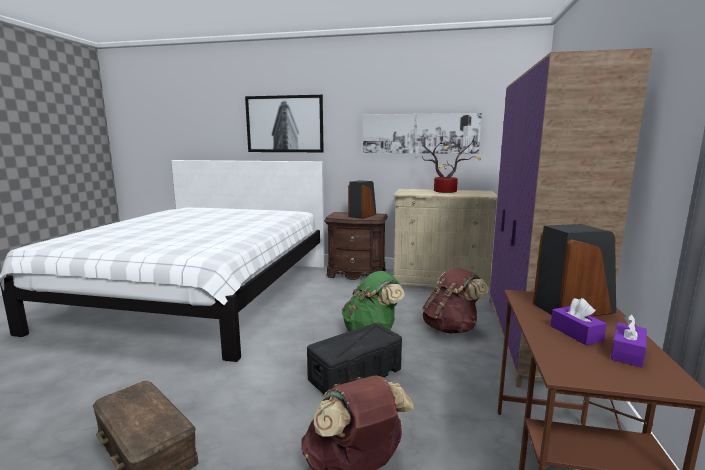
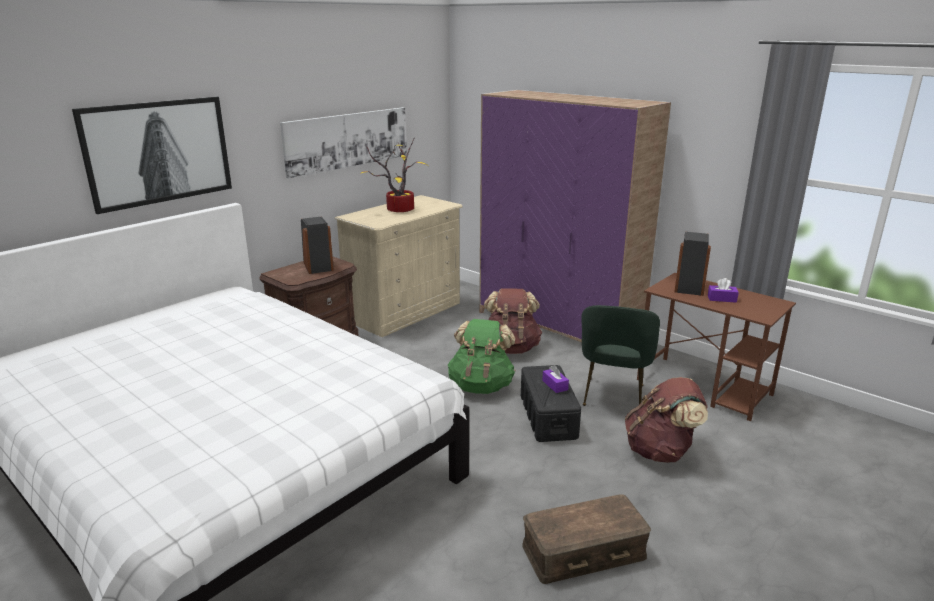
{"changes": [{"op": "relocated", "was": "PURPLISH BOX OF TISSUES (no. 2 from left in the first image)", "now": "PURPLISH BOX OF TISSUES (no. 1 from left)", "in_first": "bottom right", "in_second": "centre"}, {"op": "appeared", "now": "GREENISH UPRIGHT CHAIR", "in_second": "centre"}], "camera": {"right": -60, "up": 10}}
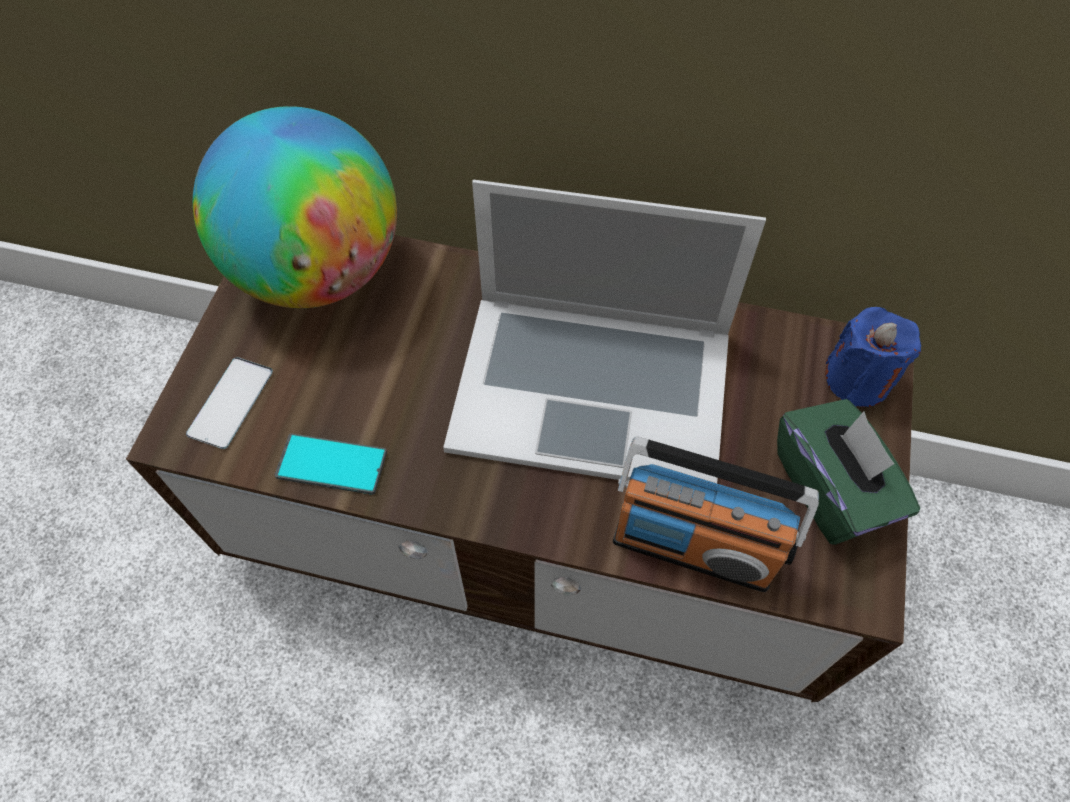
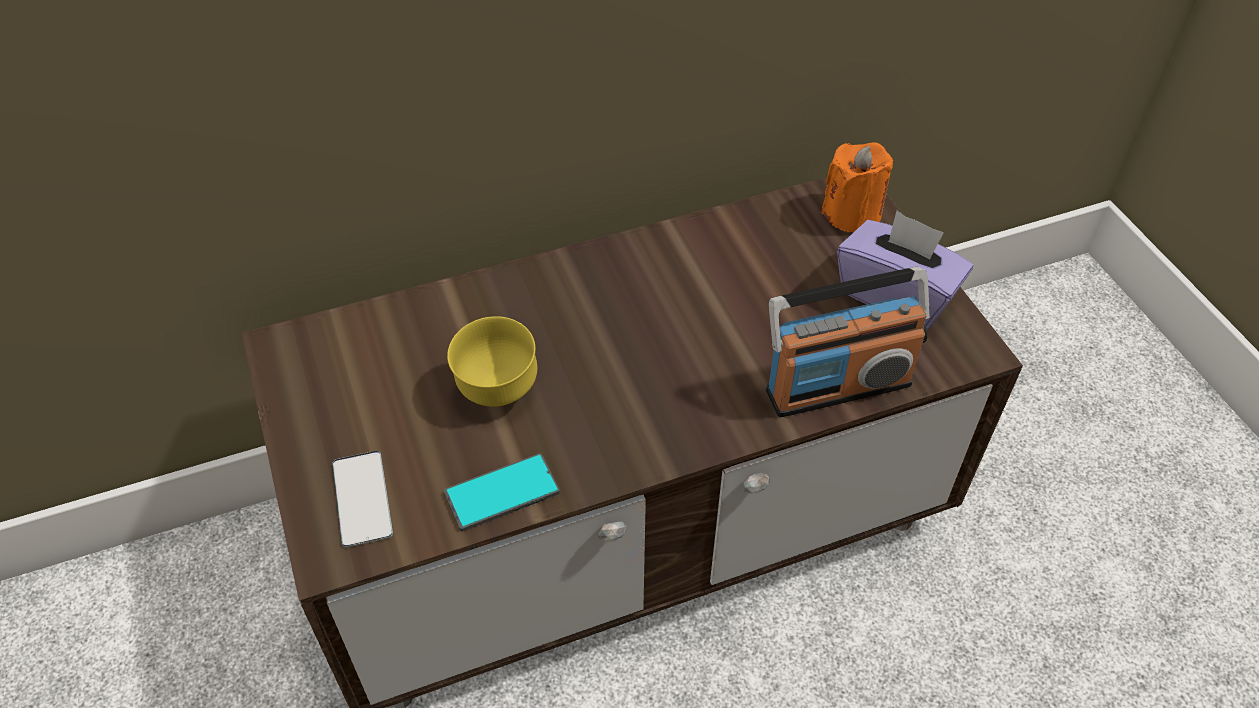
{"changes": [{"op": "missing", "was": "WORLD GLOBE", "in_first": "top left"}, {"op": "missing", "was": "NOTEBOOK COMPUTER", "in_first": "centre"}, {"op": "colour", "was": "GREENISH BOX OF TISSUES", "now": "PURPLISH BOX OF TISSUES", "in_first": "middle right", "in_second": "middle right"}, {"op": "colour", "was": "BLUE WAX CANDLE", "now": "ORANGEY WAX CANDLE", "in_first": "middle right", "in_second": "top right"}, {"op": "appeared", "now": "YELLOW SERVING BOWL", "in_second": "centre"}], "camera": {"right": -35, "up": -10}}
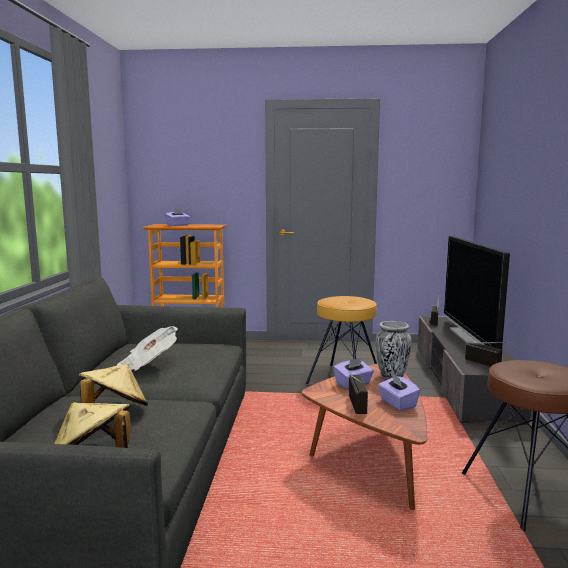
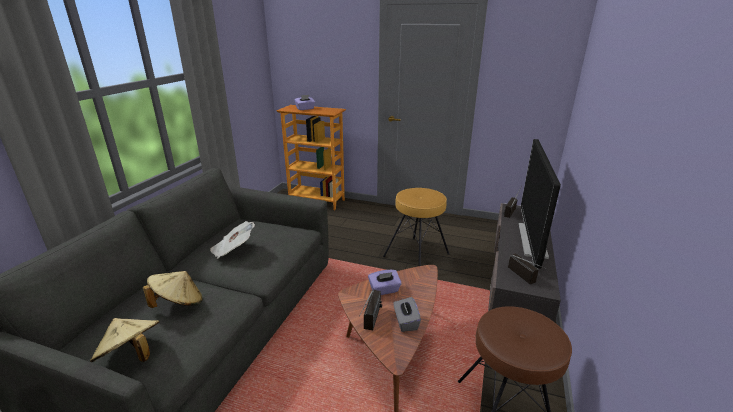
{"changes": [{"op": "missing", "was": "FLOWER VASE", "in_first": "middle right"}, {"op": "colour", "was": "PURPLISH BOX OF TISSUES (no. 3 from left)", "now": "GREY BOX OF TISSUES", "in_first": "bottom right", "in_second": "bottom centre"}], "camera": {"right": 15, "up": 15}}
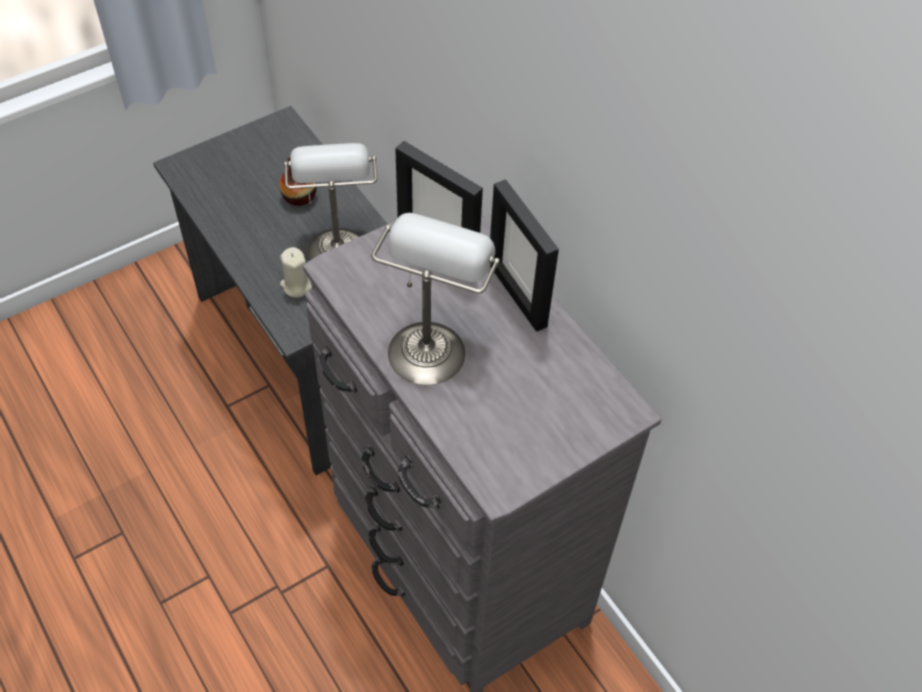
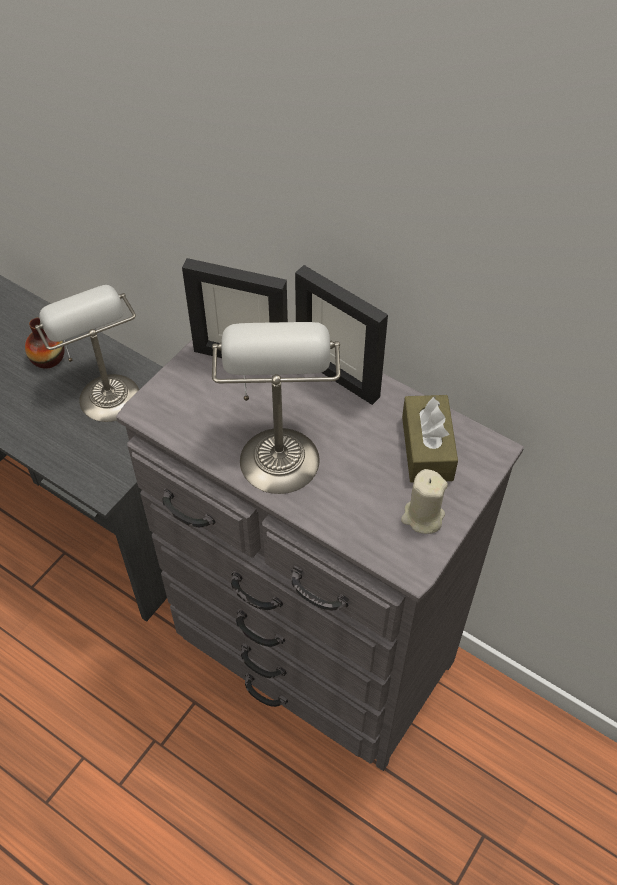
{"changes": [{"op": "relocated", "was": "BEIGE-COLOURED WAX CANDLE", "in_first": "middle left", "in_second": "middle right"}, {"op": "appeared", "now": "BROWNISH BOX OF TISSUES", "in_second": "middle right"}], "camera": {"right": -20, "up": 0}}
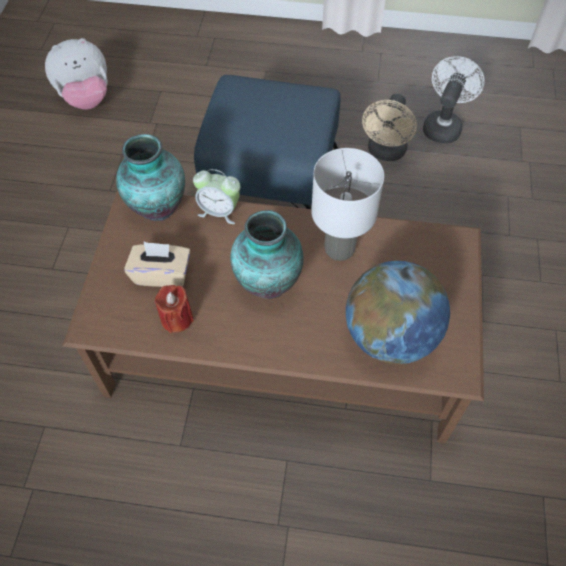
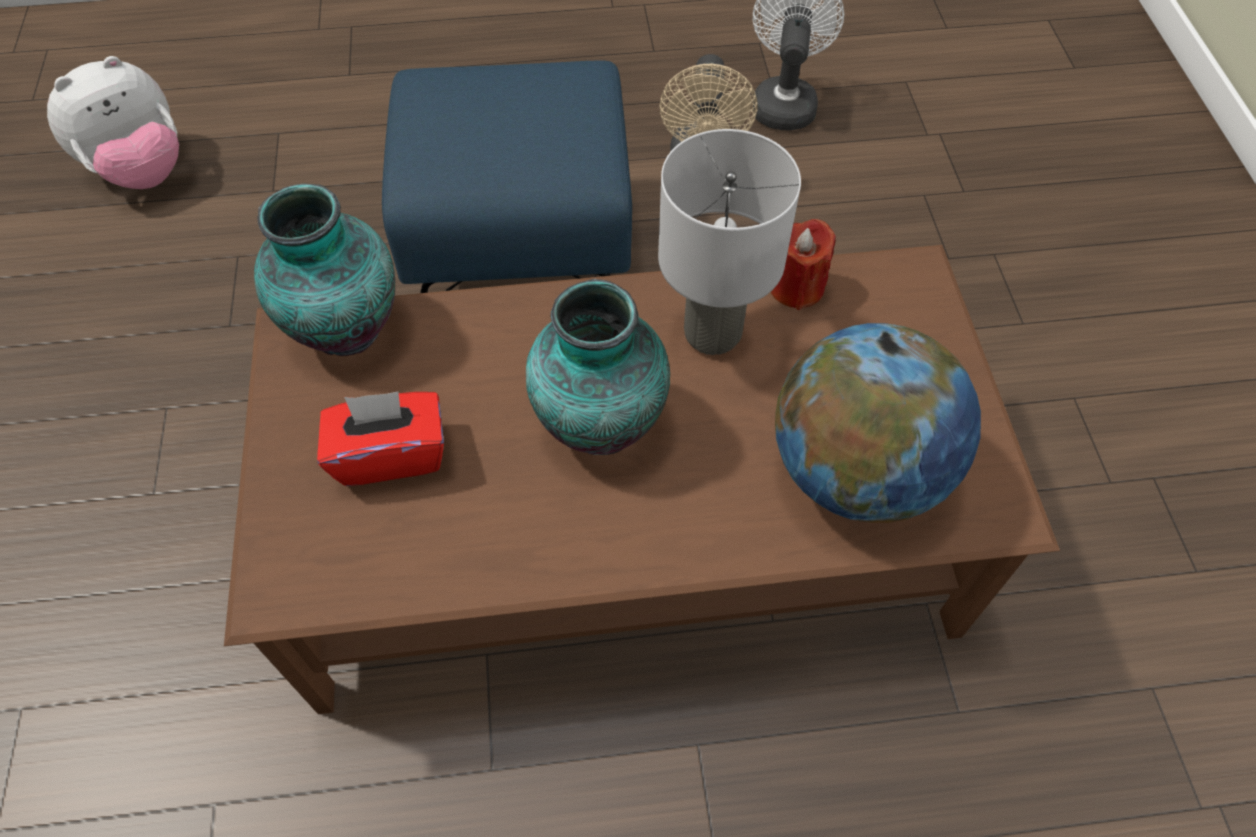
{"changes": [{"op": "colour", "was": "BEIGE-COLOURED BOX OF TISSUES", "now": "REDDISH BOX OF TISSUES", "in_first": "middle left", "in_second": "middle left"}, {"op": "relocated", "was": "REDDISH WAX CANDLE", "in_first": "middle left", "in_second": "top centre"}, {"op": "missing", "was": "BEDSIDE CLOCK", "in_first": "centre"}], "camera": {"right": -15, "up": 0}}
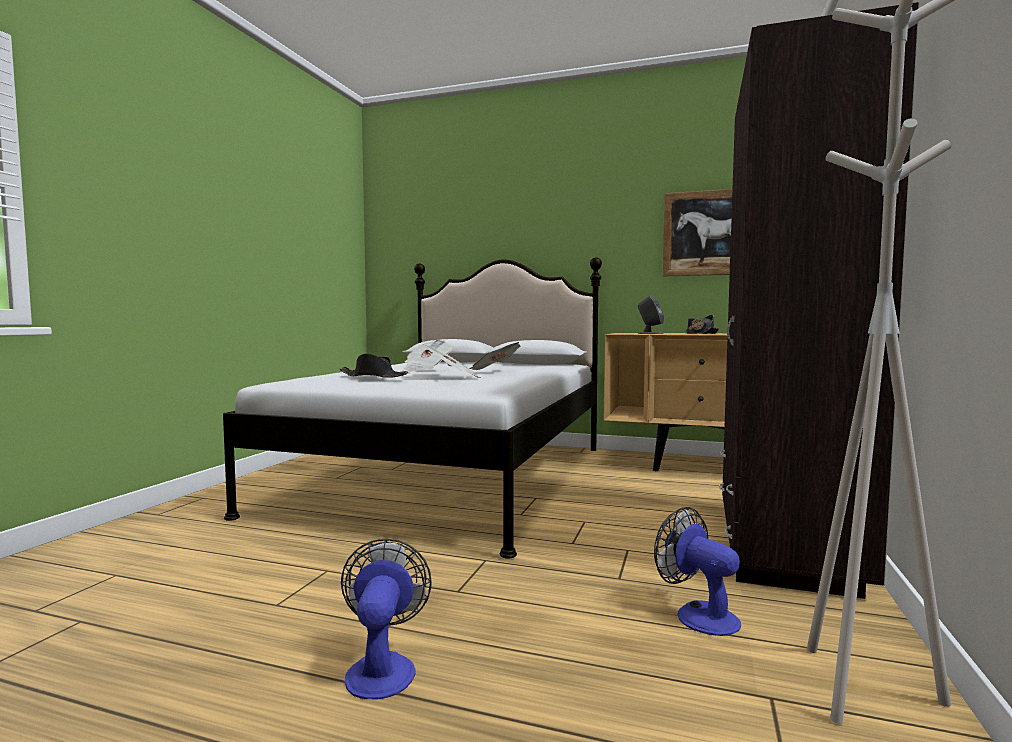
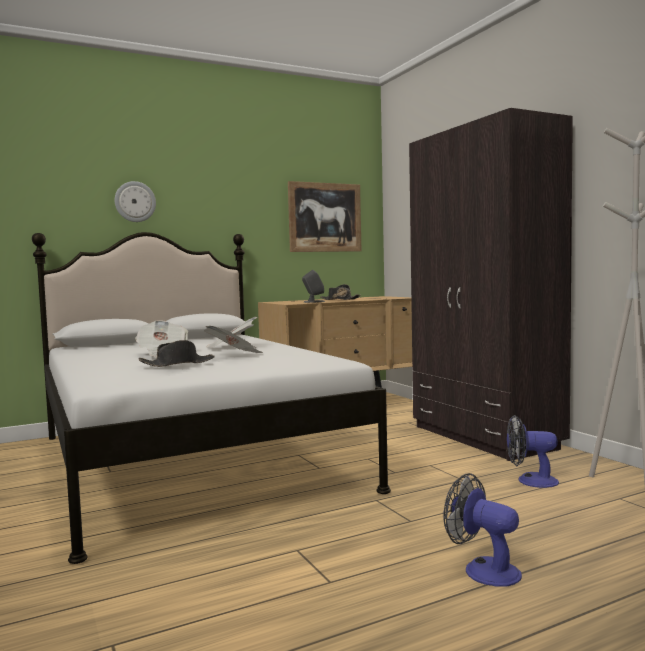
{"changes": [{"op": "appeared", "now": "HANGING CLOCK", "in_second": "top left"}], "camera": {"right": -45, "up": 0}}
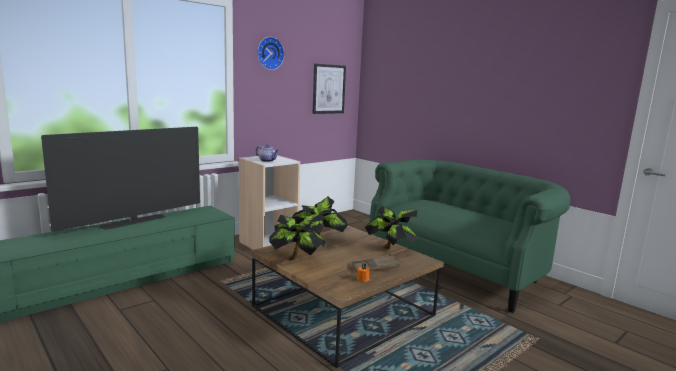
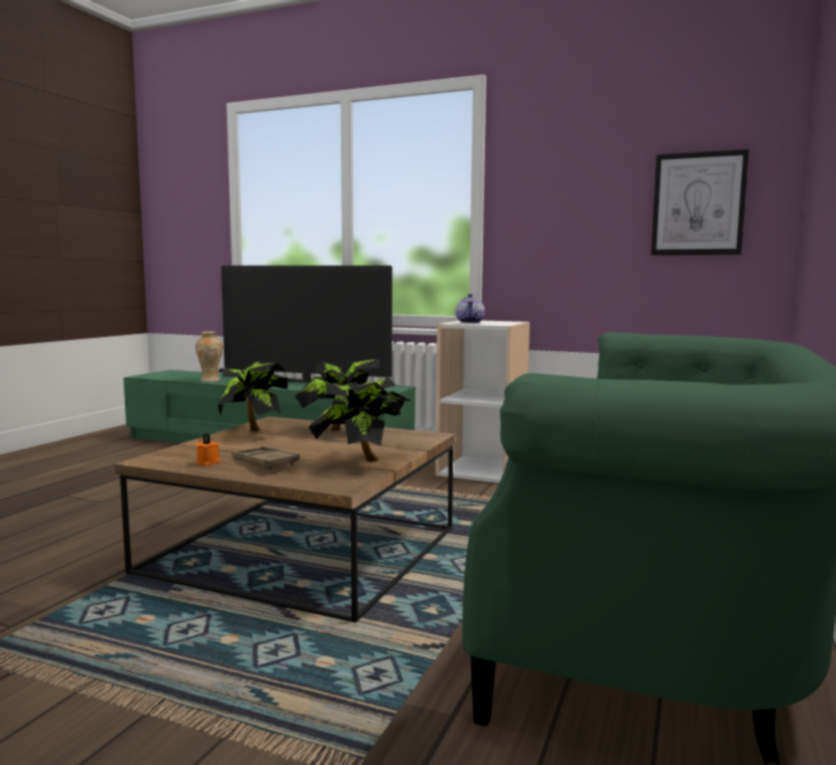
{"changes": [{"op": "missing", "was": "HANGING CLOCK", "in_first": "top centre"}, {"op": "appeared", "now": "FLOWER VASE", "in_second": "middle left"}], "camera": {"right": 65, "up": -5}}
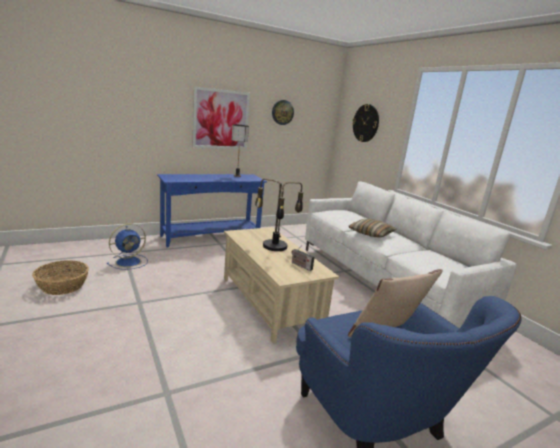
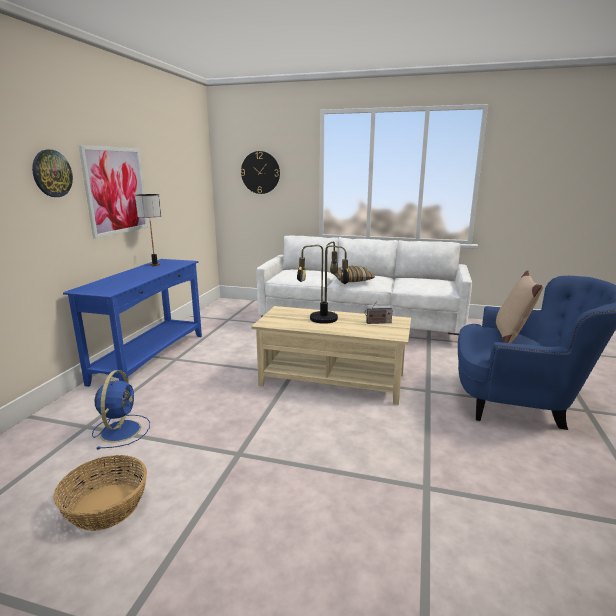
{"changes": [{"op": "relocated", "was": "HANGING CLOCK (no. 1 from left)", "in_first": "top centre", "in_second": "top left"}], "camera": {"right": -45, "up": 0}}
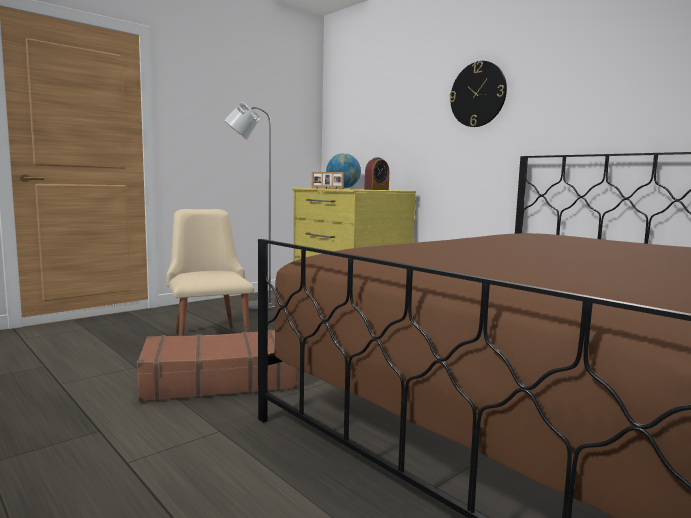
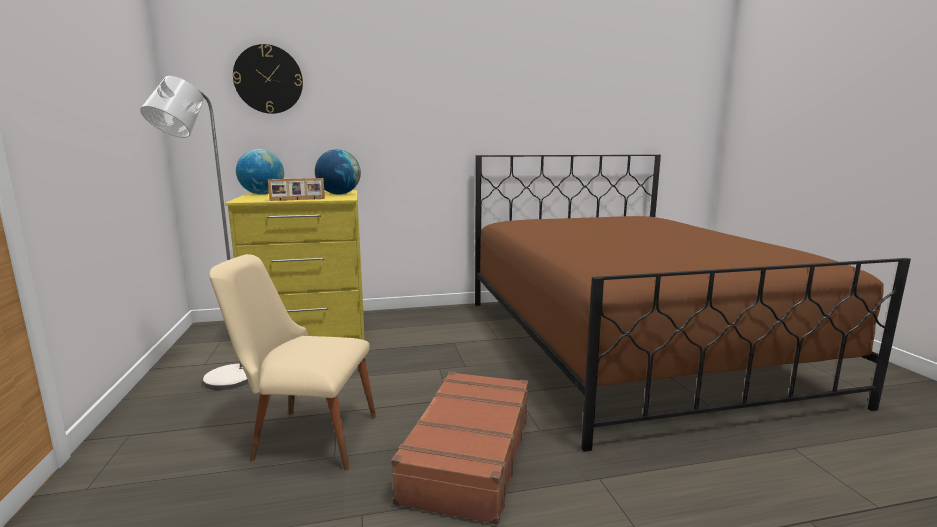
{"changes": [{"op": "exchanged", "was": "BEDSIDE CLOCK", "now": "WORLD GLOBE (no. 2 from left)", "in_first": "centre", "in_second": "top centre"}, {"op": "relocated", "was": "HANGING CLOCK", "in_first": "top right", "in_second": "top left"}], "camera": {"right": -60, "up": 5}}
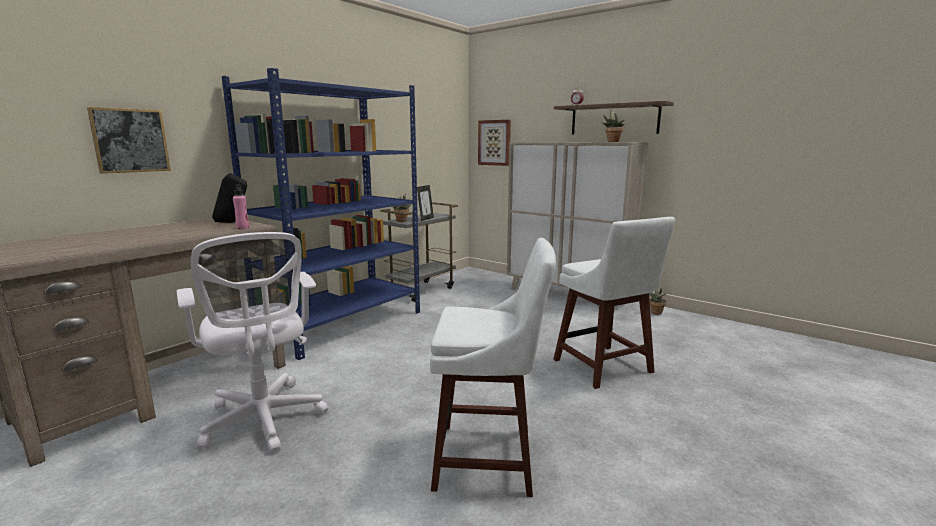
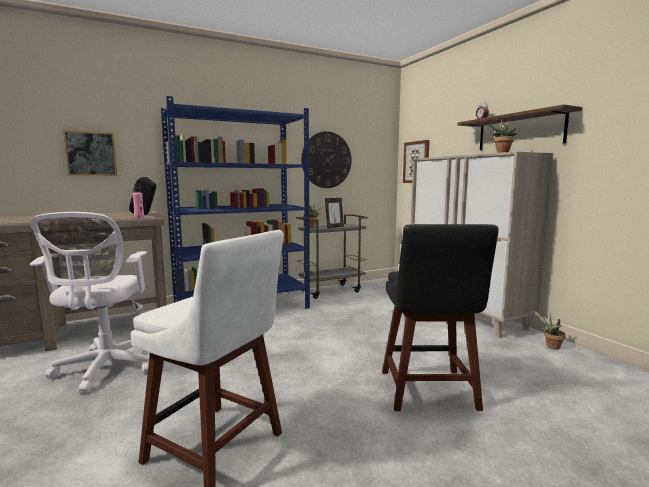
{"changes": [{"op": "colour", "was": "WHITISH UPRIGHT CHAIR (no. 2 from left)", "now": "BLACK UPRIGHT CHAIR", "in_first": "centre", "in_second": "middle right"}, {"op": "appeared", "now": "HANGING CLOCK", "in_second": "top centre"}], "camera": {"right": 25, "up": -5}}
